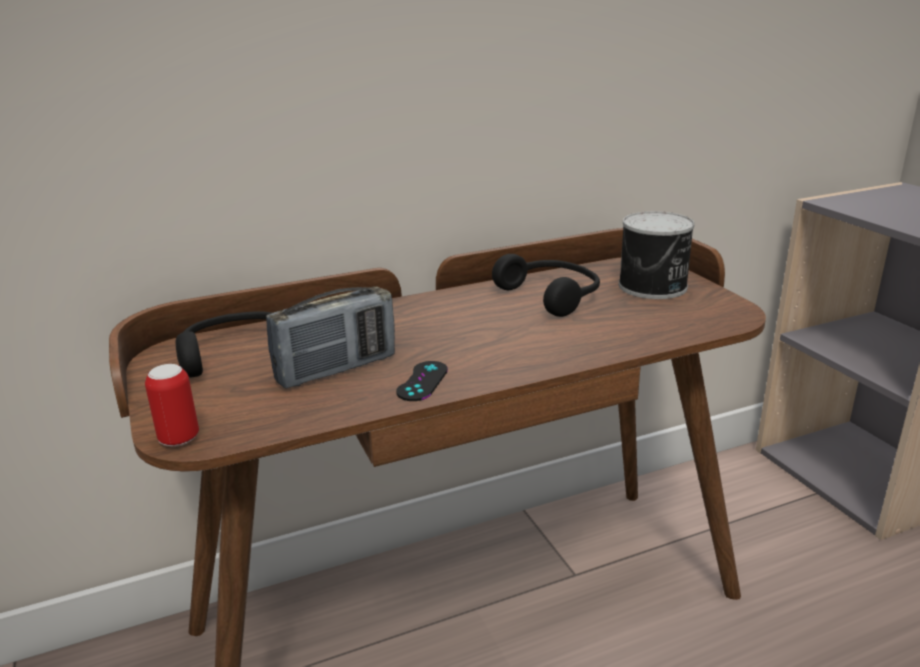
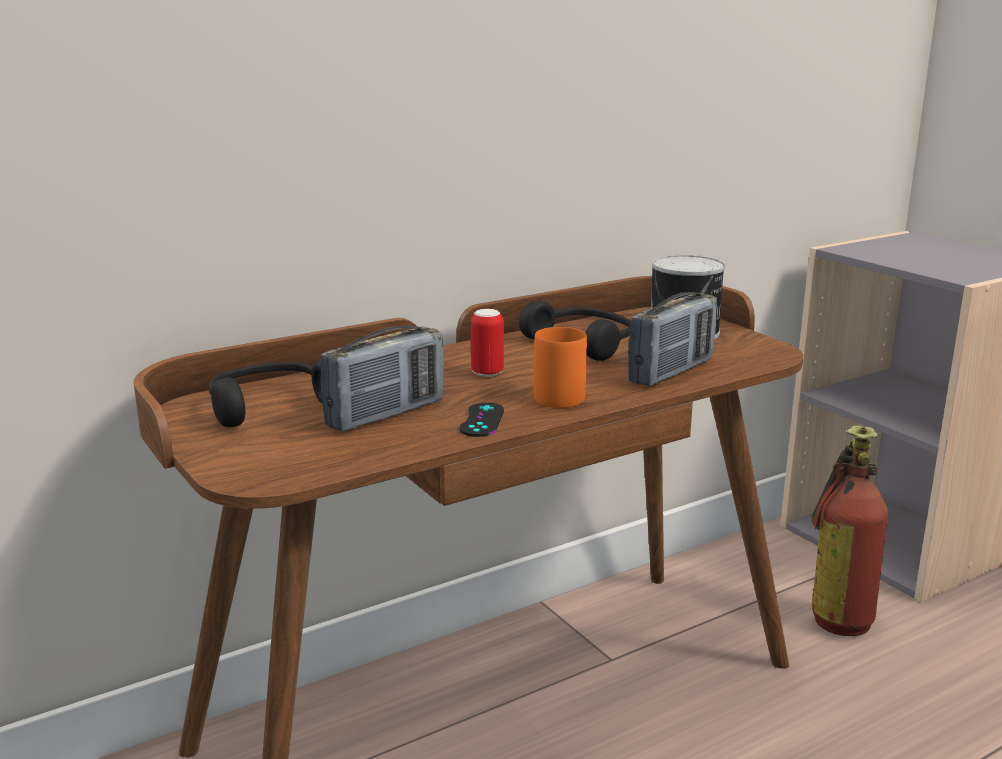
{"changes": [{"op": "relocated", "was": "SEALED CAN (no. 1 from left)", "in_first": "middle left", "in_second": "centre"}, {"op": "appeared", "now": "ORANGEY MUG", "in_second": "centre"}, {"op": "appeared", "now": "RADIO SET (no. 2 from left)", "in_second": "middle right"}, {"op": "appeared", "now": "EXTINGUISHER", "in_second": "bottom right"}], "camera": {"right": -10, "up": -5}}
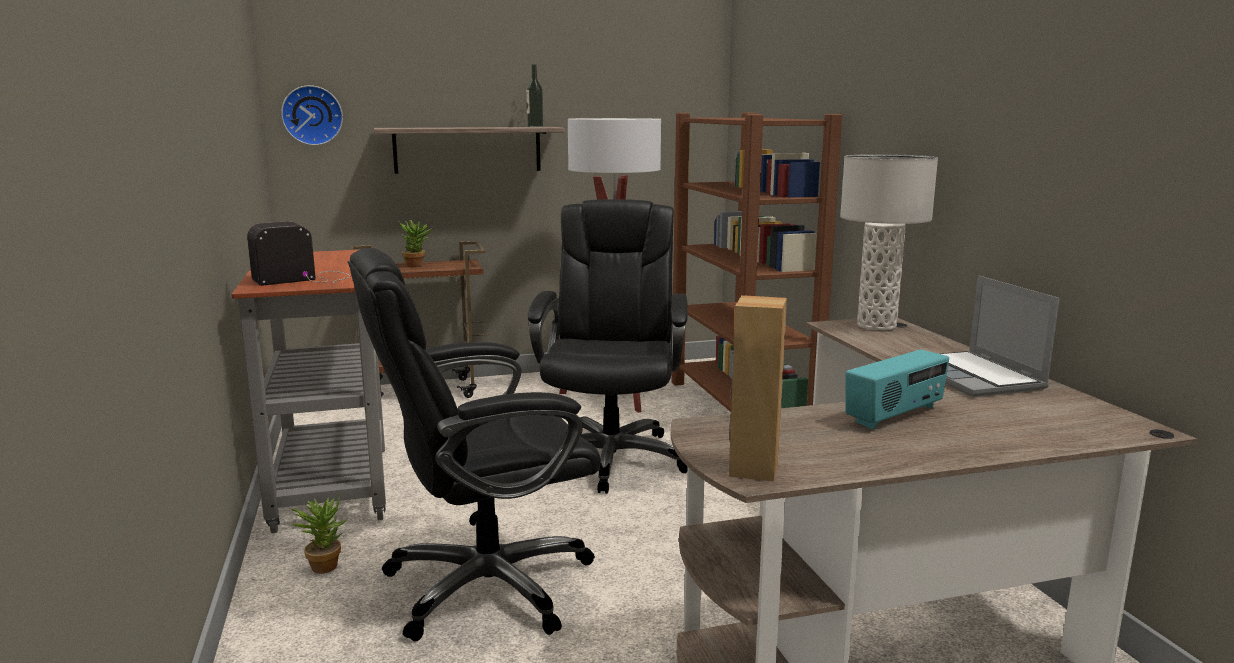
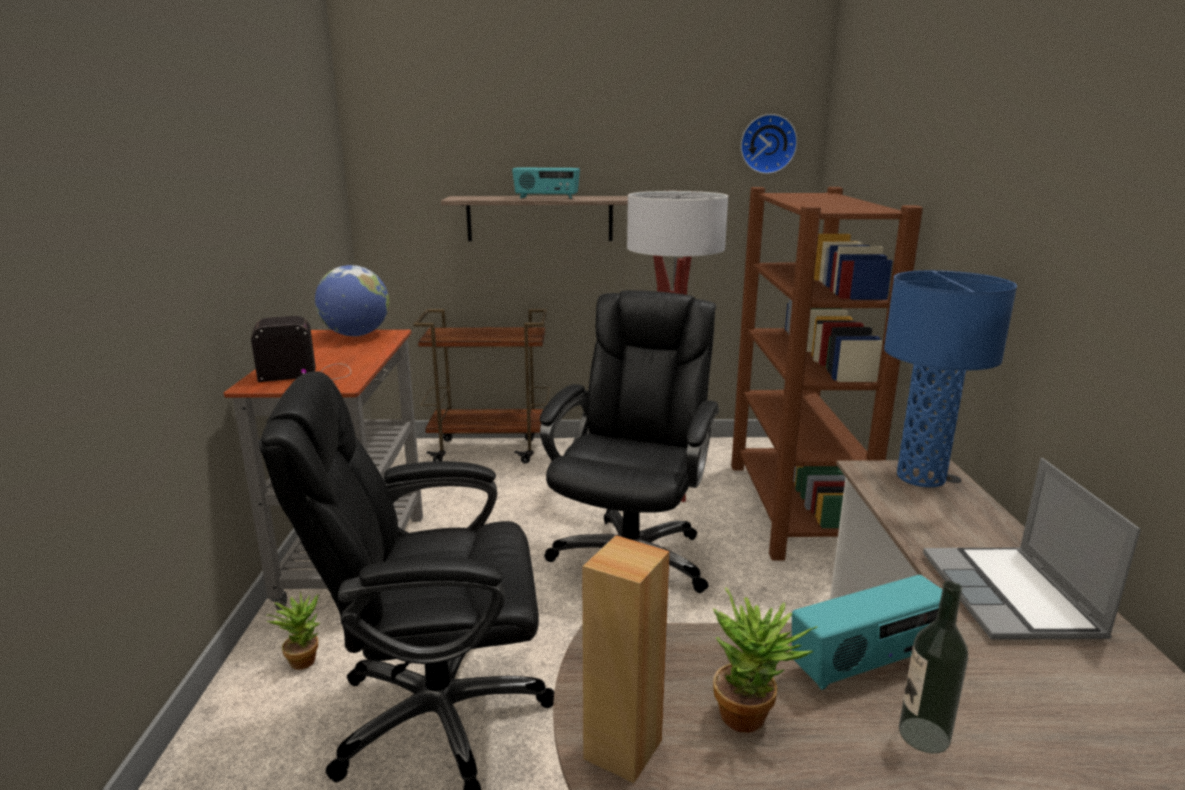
{"changes": [{"op": "relocated", "was": "HANGING CLOCK", "in_first": "top left", "in_second": "top centre"}, {"op": "relocated", "was": "PLANT IN A POT (no. 2 from left)", "in_first": "centre", "in_second": "bottom centre"}, {"op": "relocated", "was": "DRINK BOTTLE", "in_first": "top centre", "in_second": "bottom right"}, {"op": "colour", "was": "WHITISH TABLE LAMP", "now": "BLUE TABLE LAMP", "in_first": "middle right", "in_second": "middle right"}, {"op": "appeared", "now": "WORLD GLOBE", "in_second": "middle left"}, {"op": "appeared", "now": "RADIO SET (no. 2 from left)", "in_second": "top centre"}], "camera": {"right": 15, "up": 5}}
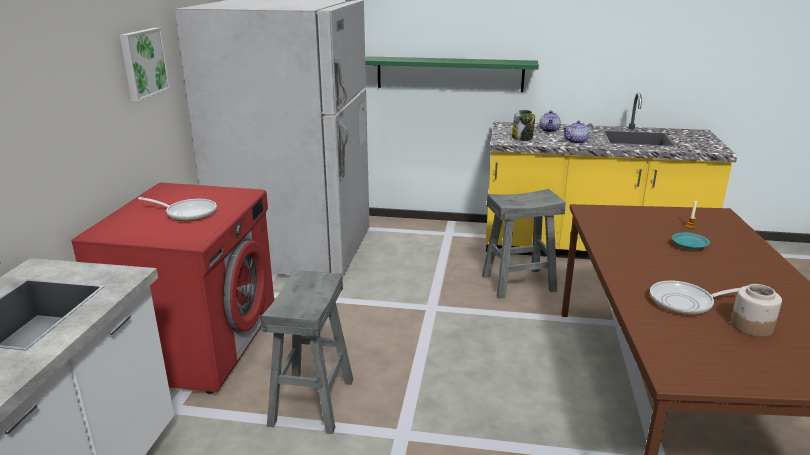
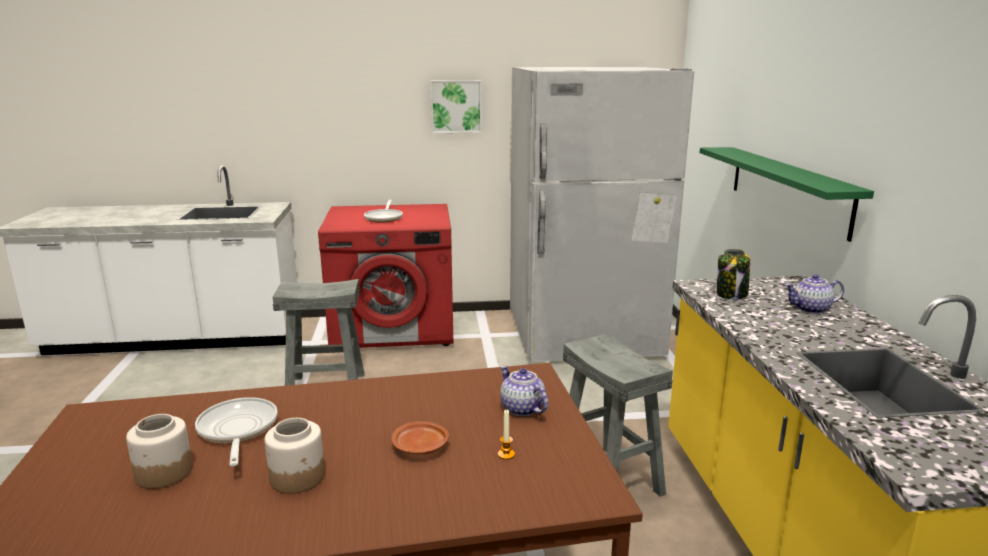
{"changes": [{"op": "relocated", "was": "TEAPOT (no. 2 from left in the first image)", "now": "TEAPOT (no. 1 from left)", "in_first": "top right", "in_second": "bottom centre"}, {"op": "colour", "was": "TURQUOISE DINNER PLATE", "now": "BROWNISH DINNER PLATE", "in_first": "middle right", "in_second": "bottom centre"}, {"op": "appeared", "now": "JAR (no. 2 from left)", "in_second": "bottom left"}], "camera": {"right": 75, "up": -5}}
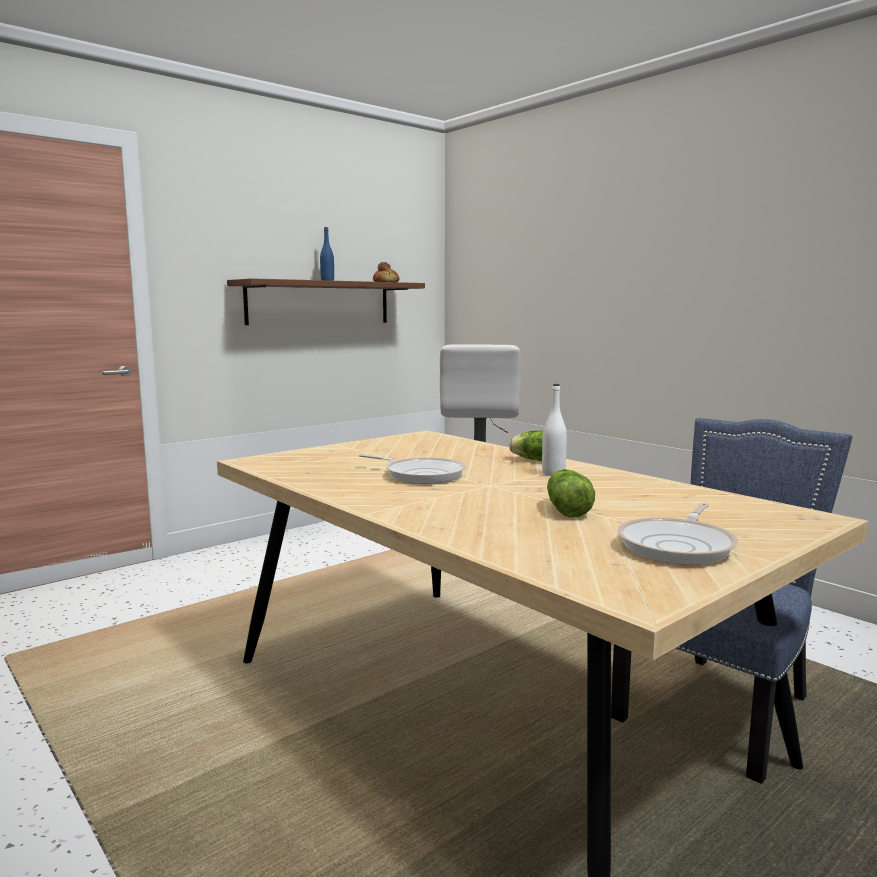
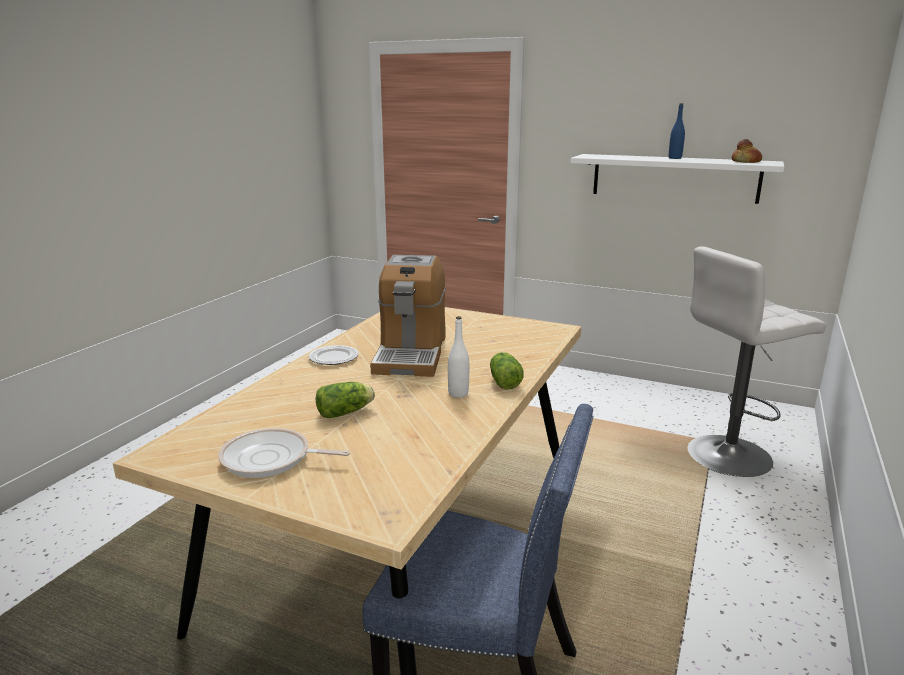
{"changes": [{"op": "colour", "was": "BROWNISH BRACKET SHELF", "now": "WHITISH BRACKET SHELF", "in_first": "centre", "in_second": "top right"}, {"op": "exchanged", "was": "PAN (no. 1 from left)", "now": "COFFEE BREWER", "in_first": "centre", "in_second": "centre"}, {"op": "appeared", "now": "DINNER PLATE", "in_second": "centre"}], "camera": {"right": 65, "up": 10}}
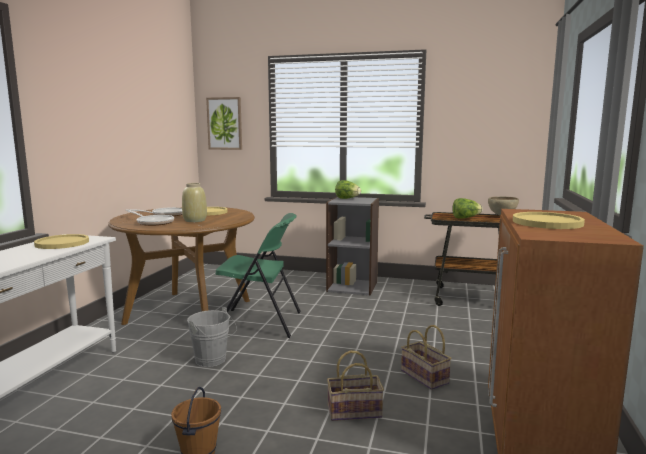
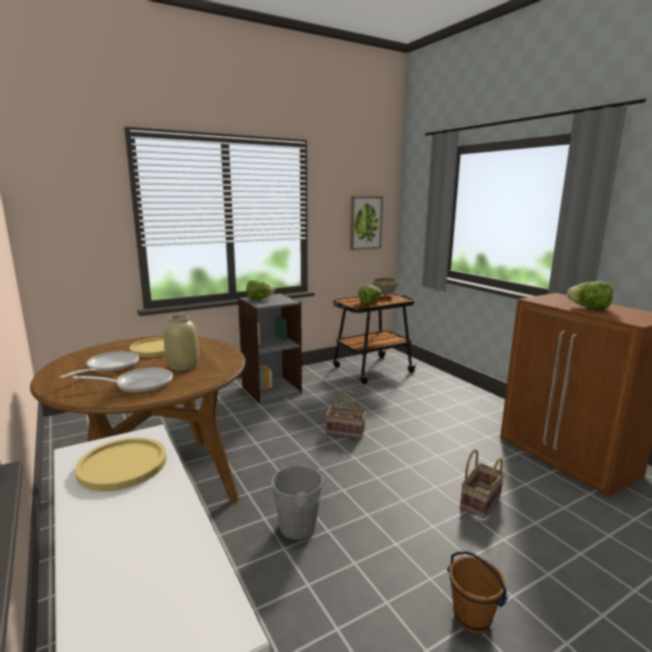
{"changes": [{"op": "relocated", "was": "WALL PICTURE", "in_first": "top centre", "in_second": "centre"}, {"op": "missing", "was": "GREENISH UPRIGHT CHAIR", "in_first": "centre"}, {"op": "relocated", "was": "BASKET (no. 2 from left in the first image)", "now": "BASKET (no. 1 from left)", "in_first": "bottom centre", "in_second": "centre"}, {"op": "exchanged", "was": "YELLOW DINNER PLATE (no. 3 from left)", "now": "LETTUCE HEAD (no. 3 from left)", "in_first": "middle right", "in_second": "middle right"}], "camera": {"right": -45, "up": 5}}
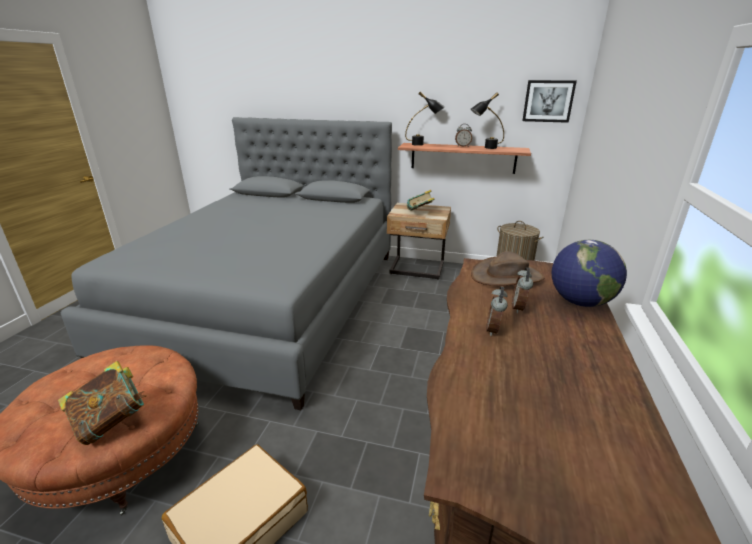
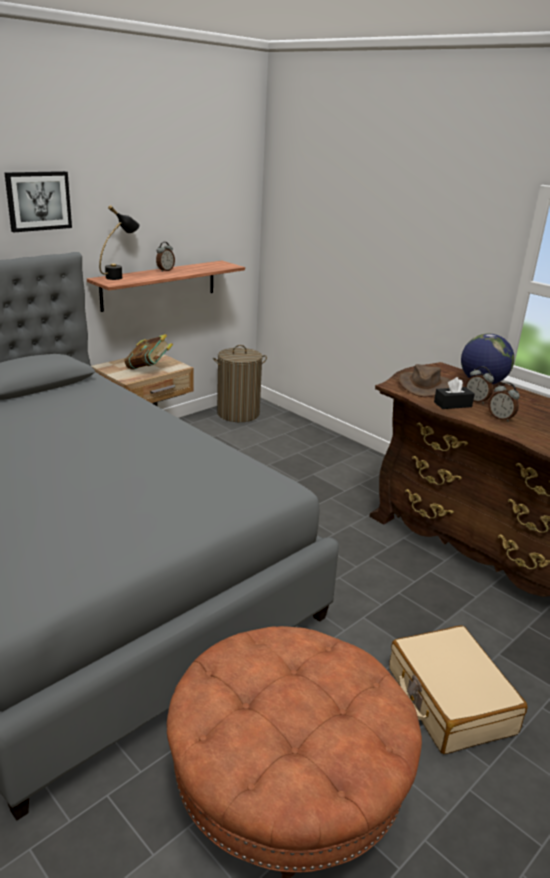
{"changes": [{"op": "missing", "was": "BOOK (no. 1 from left)", "in_first": "bottom left"}, {"op": "missing", "was": "BLACK TABLE LAMP (no. 2 from left)", "in_first": "top centre"}, {"op": "relocated", "was": "WALL PICTURE", "in_first": "top right", "in_second": "top left"}, {"op": "appeared", "now": "BLACK BOX OF TISSUES", "in_second": "middle right"}], "camera": {"right": -60, "up": 0}}
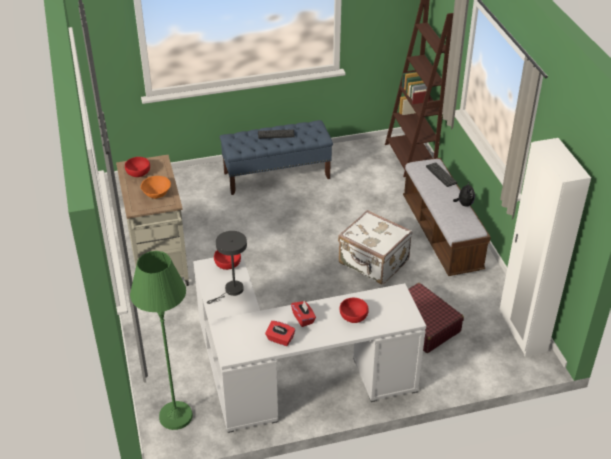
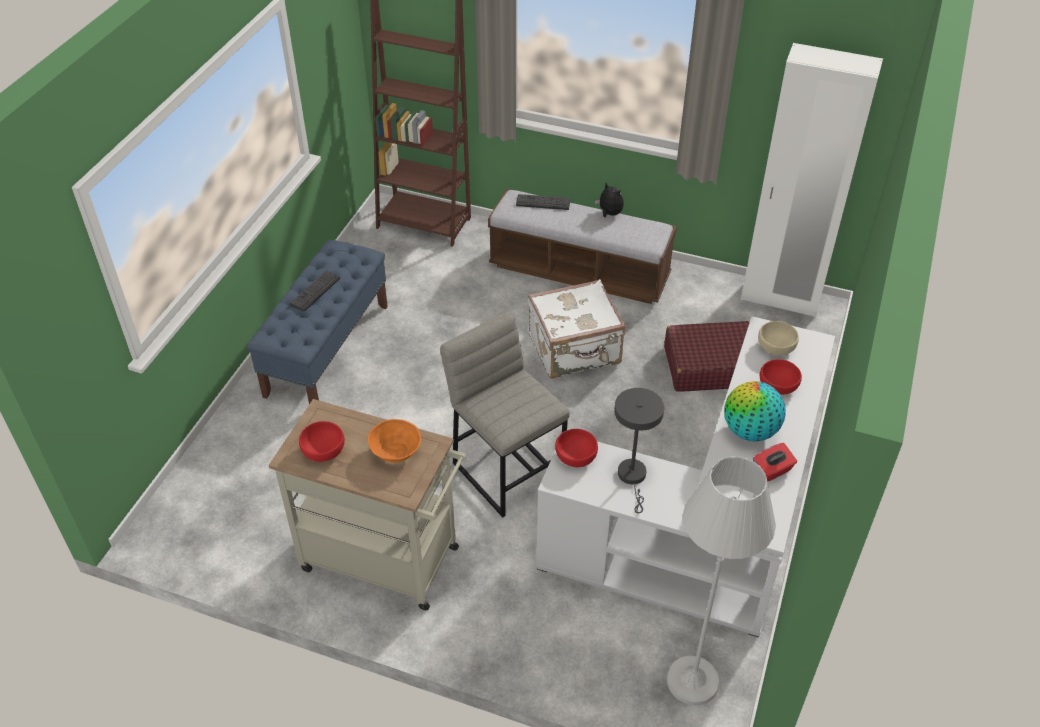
{"changes": [{"op": "colour", "was": "GREENISH STANDING LAMP", "now": "WHITISH STANDING LAMP", "in_first": "bottom left", "in_second": "bottom right"}, {"op": "exchanged", "was": "REDDISH BOX OF TISSUES (no. 2 from left)", "now": "WORLD GLOBE", "in_first": "bottom centre", "in_second": "middle right"}, {"op": "appeared", "now": "GREY UPRIGHT CHAIR", "in_second": "centre"}, {"op": "appeared", "now": "BEIGE-COLOURED SERVING BOWL", "in_second": "middle right"}], "camera": {"right": -55, "up": 5}}
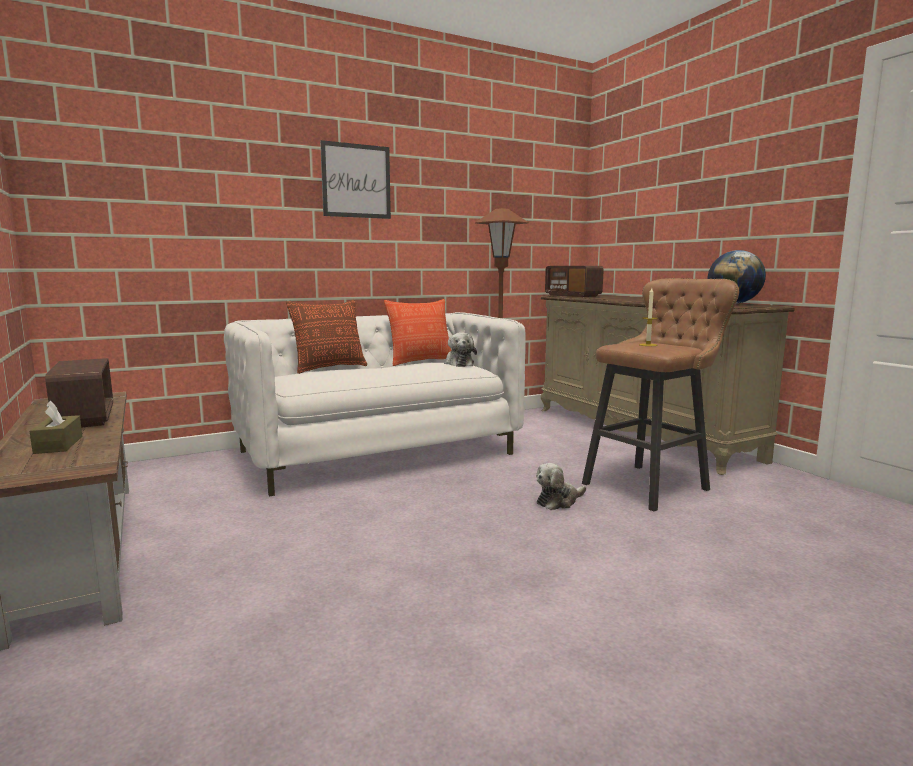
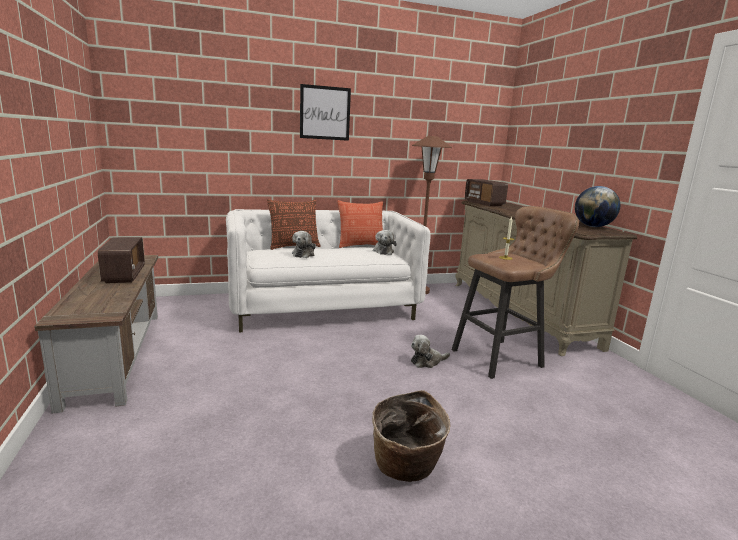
{"changes": [{"op": "missing", "was": "BROWNISH BOX OF TISSUES", "in_first": "middle left"}, {"op": "appeared", "now": "CUDDLY TOY (no. 1 from left)", "in_second": "centre"}, {"op": "appeared", "now": "BASKET", "in_second": "bottom centre"}], "camera": {"right": 10, "up": 5}}
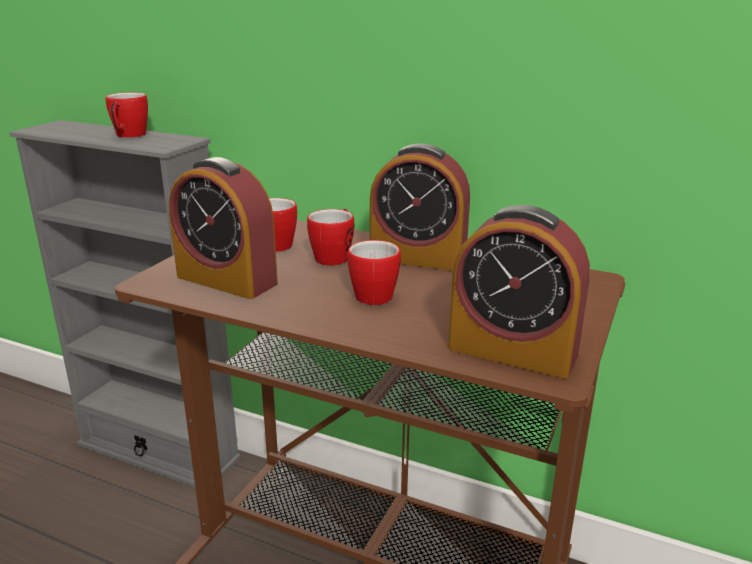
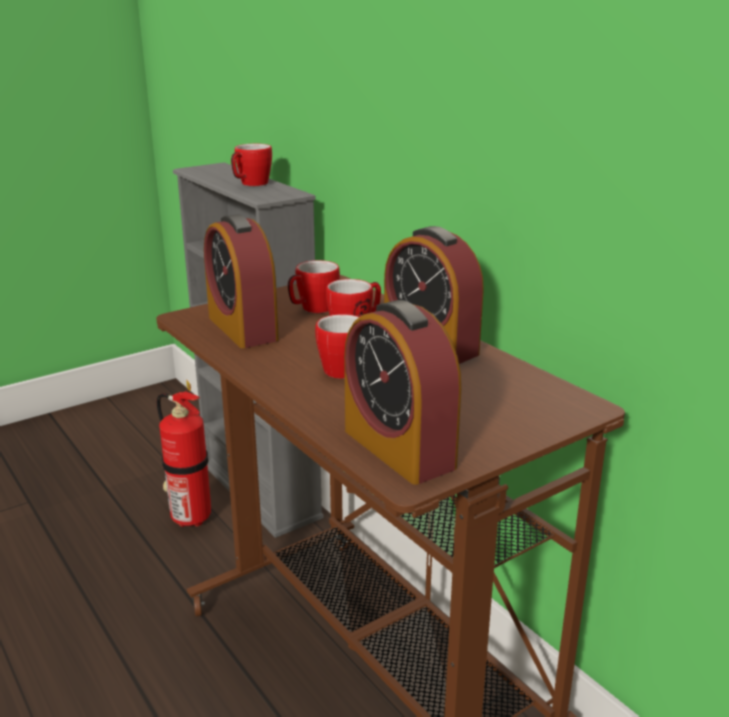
{"changes": [{"op": "appeared", "now": "EXTINGUISHER", "in_second": "middle left"}], "camera": {"right": 30, "up": 0}}
